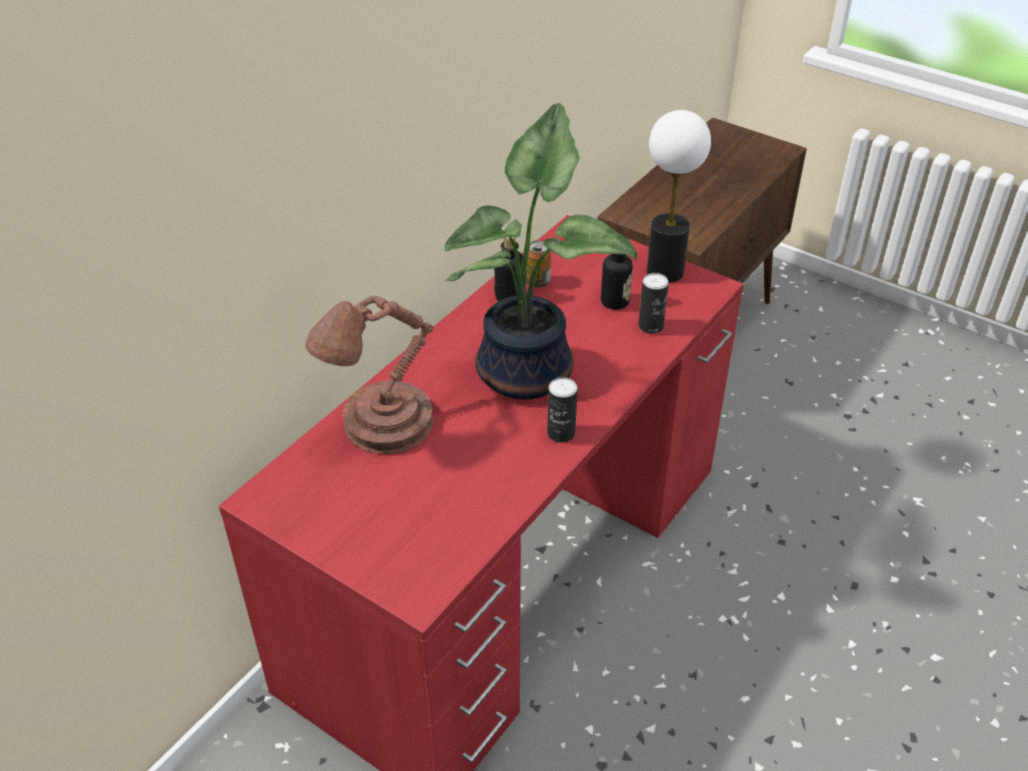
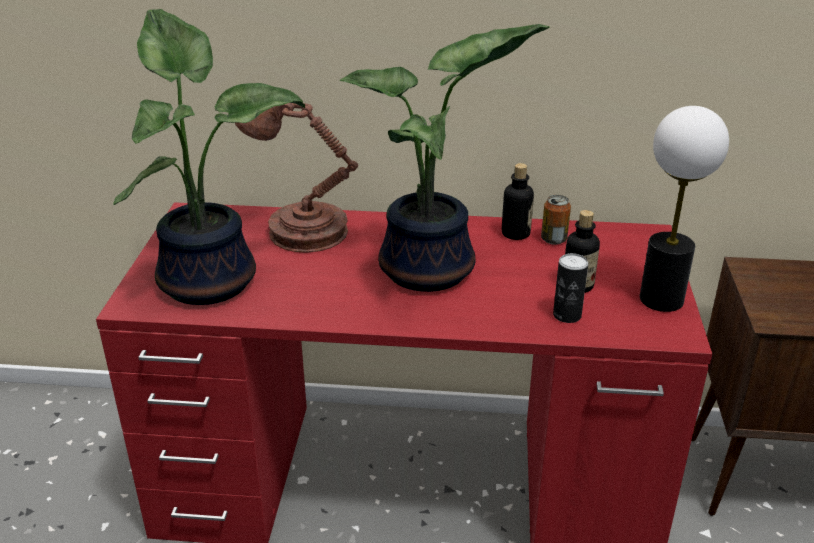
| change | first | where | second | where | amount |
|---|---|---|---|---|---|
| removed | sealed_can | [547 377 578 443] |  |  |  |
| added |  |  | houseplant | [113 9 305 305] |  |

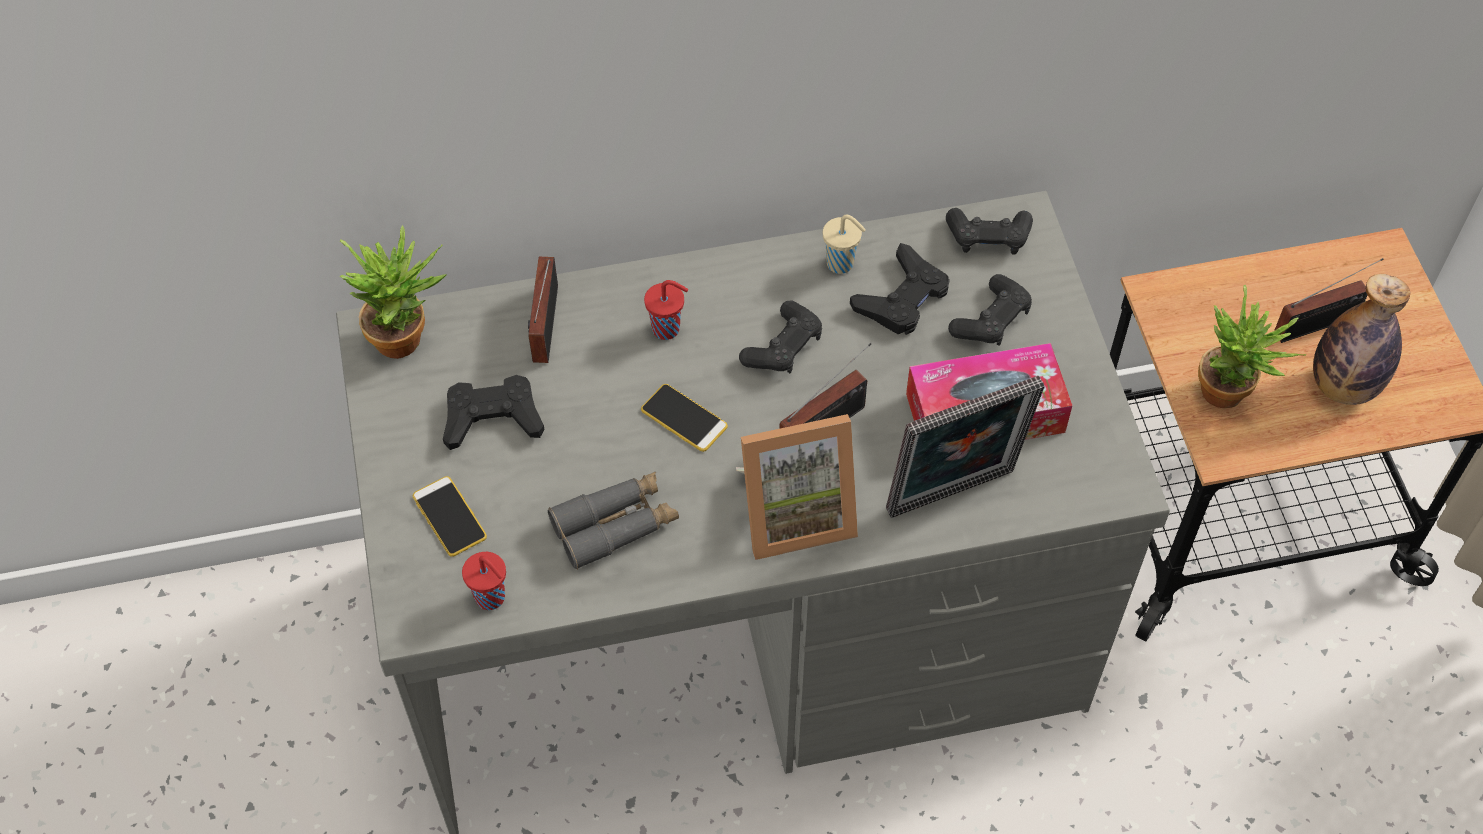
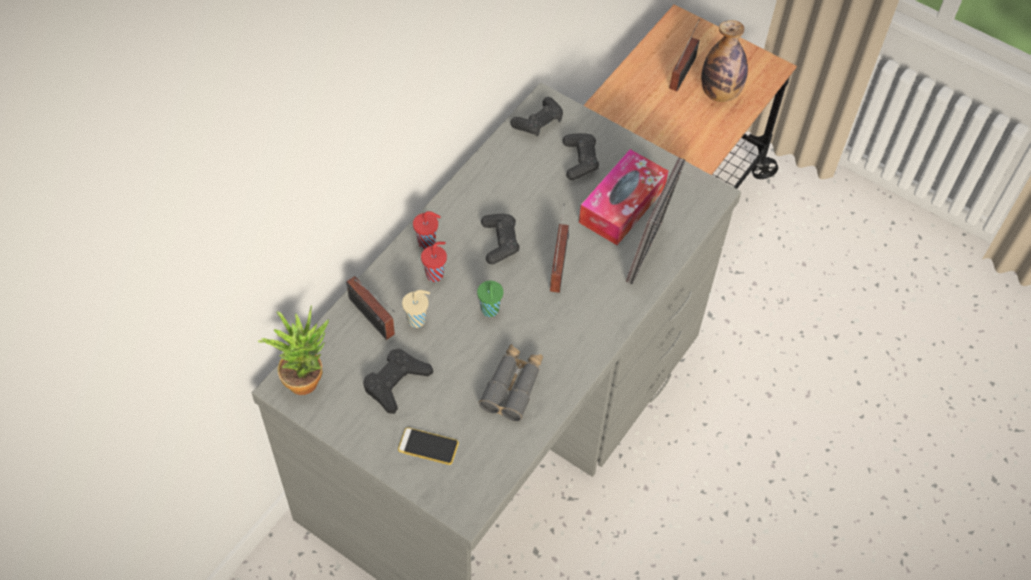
| change | first | where | second | where | amount |
|---|---|---|---|---|---|
| moved | beige_drinking_cup | [823 215 866 274] |  | [402 290 430 328] |  |
| removed | black-coloured_joypad | [850 243 950 335] |  |  |  |
| removed | houseplant | [1198 285 1306 408] |  |  |  |
| replaced | handset | [641 384 728 452] | green_drinking_cup | [477 281 504 317] |  |
| removed | standing_frame | [736 414 858 560] |  |  |  |
| moved | red_drinking_cup | [462 552 506 610] |  | [413 211 441 249] |  |

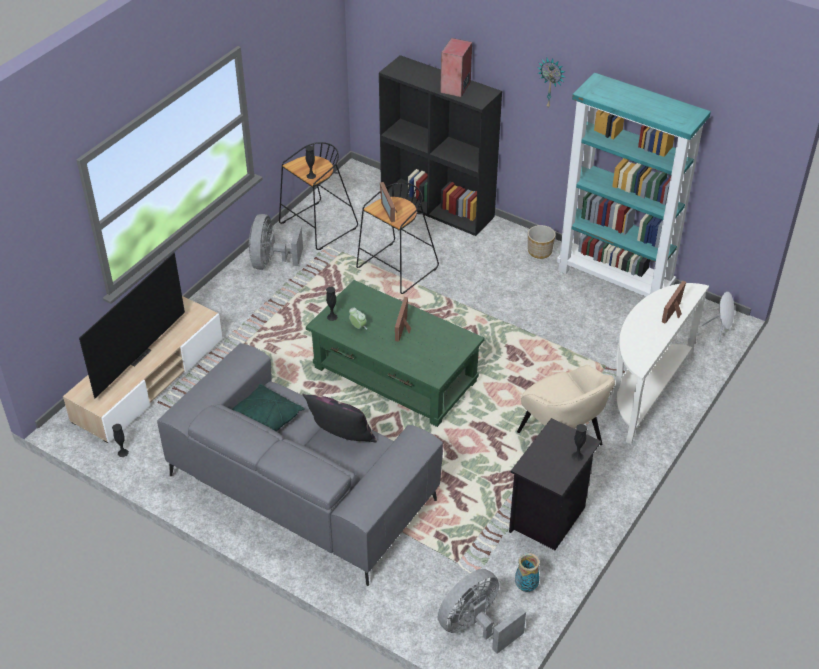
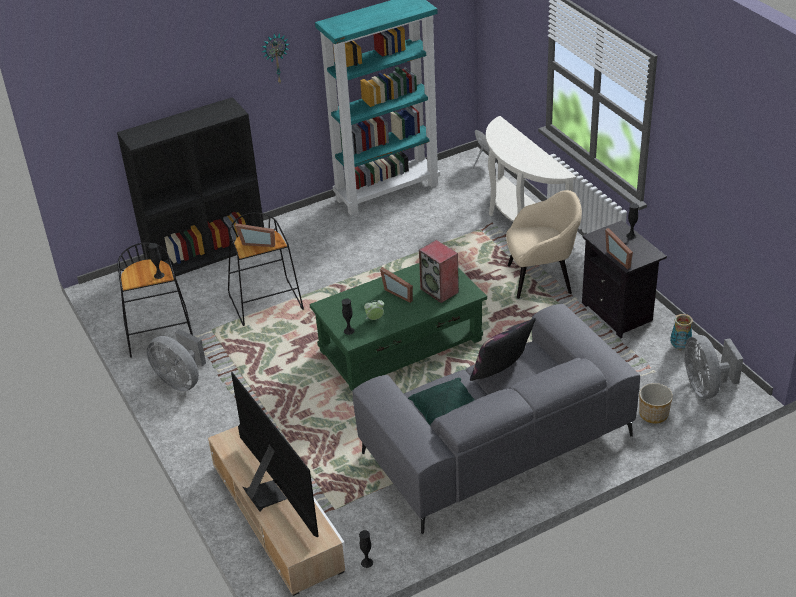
| change | first | where | second | where | amount |
|---|---|---|---|---|---|
| moved | speaker | [440 38 472 97] |  | [419 240 459 303] |  |
| moved | plant_pot | [528 225 555 259] |  | [639 383 673 423] |  |
| moved | standing_frame | [662 280 686 324] |  | [605 228 633 269] |  |

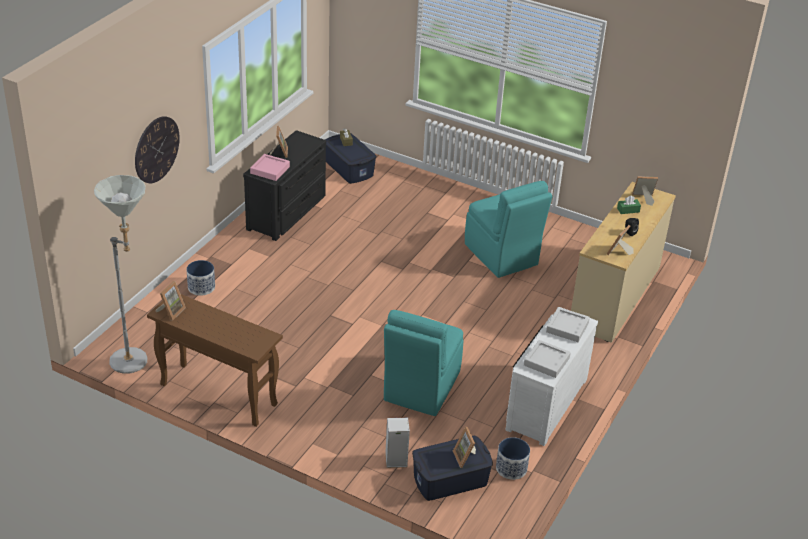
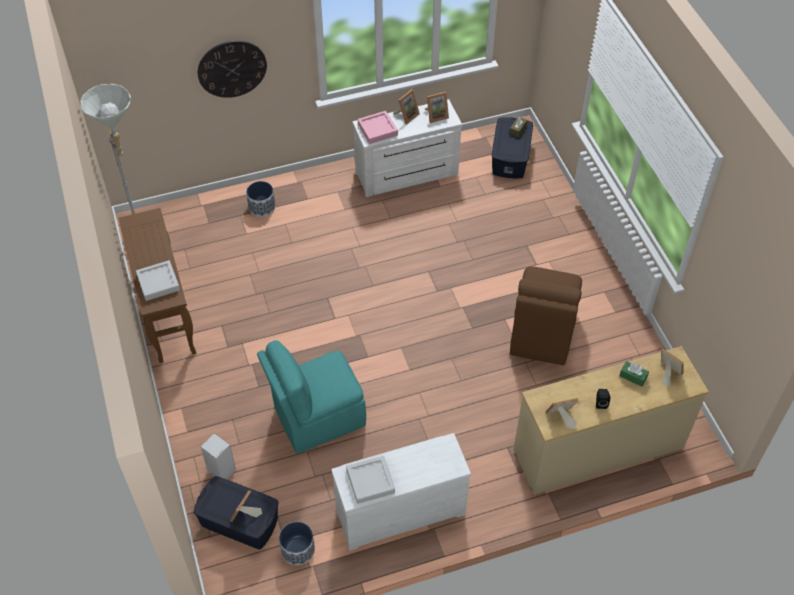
| change | first | where | second | where | amount |
|---|---|---|---|---|---|
| recoloured | black-coloured_drawer_chest | [243 130 326 241] | white_drawer_chest | [353 99 462 197] |  |
| recoloured | turquoise-coloured_plain_chair | [465 181 552 278] | brownish_plain_chair | [510 266 582 365] |  |
| moved | standing_frame | [156 281 186 321] |  | [425 92 449 123] |  |
| moved | greyish_tray | [546 307 590 342] |  | [136 260 180 301] |  |

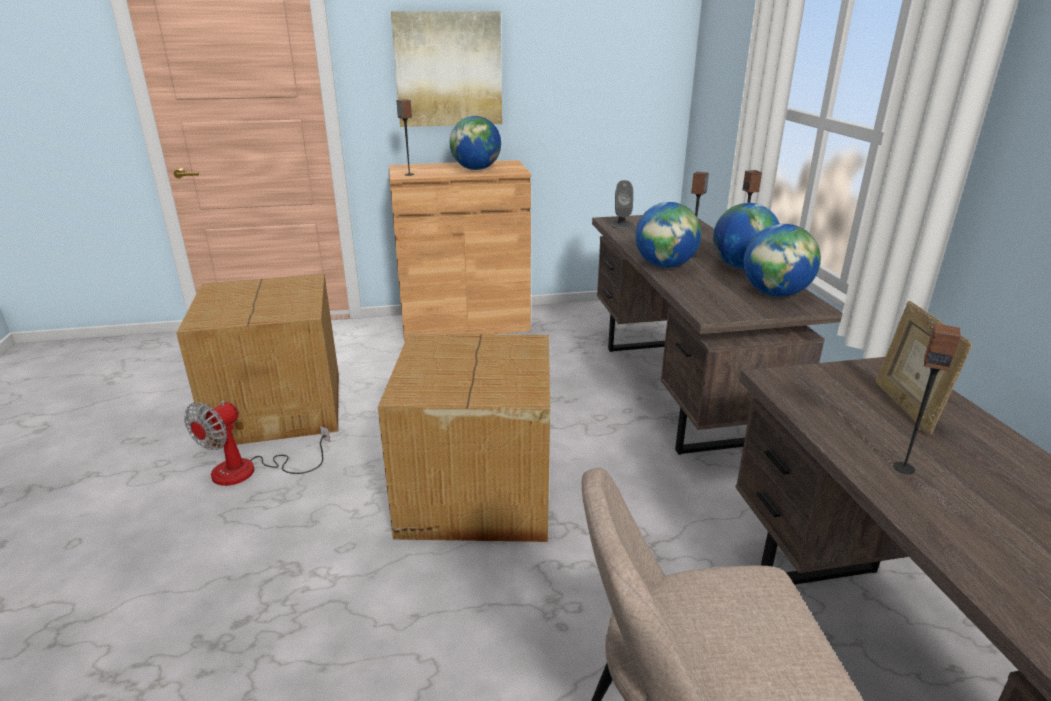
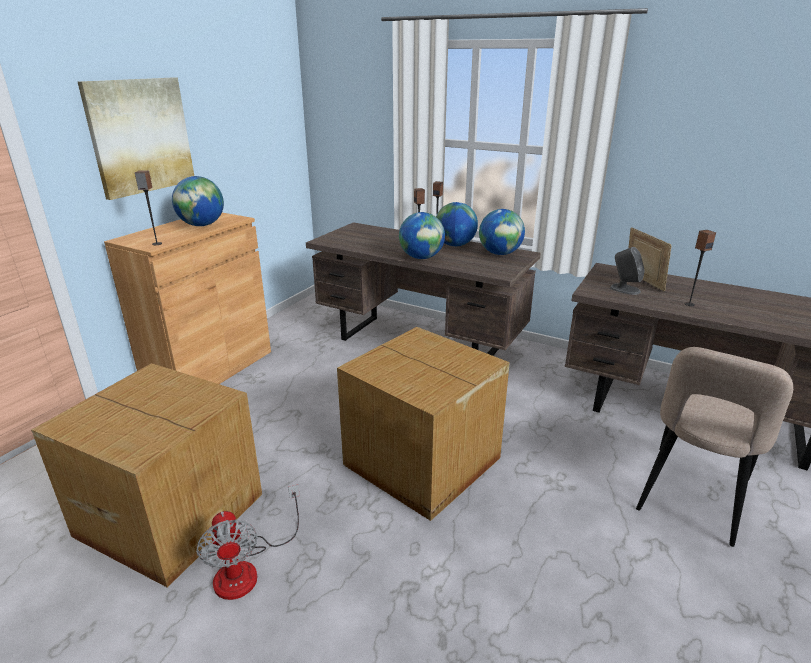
| change | first | where | second | where | amount |
|---|---|---|---|---|---|
| moved | greyish_speaker | [611 180 633 230] |  | [610 247 645 295] |  |
| turned | standing_frame | [876 301 972 434] |  | [629 227 672 291] | 150 degrees counterclockwise |

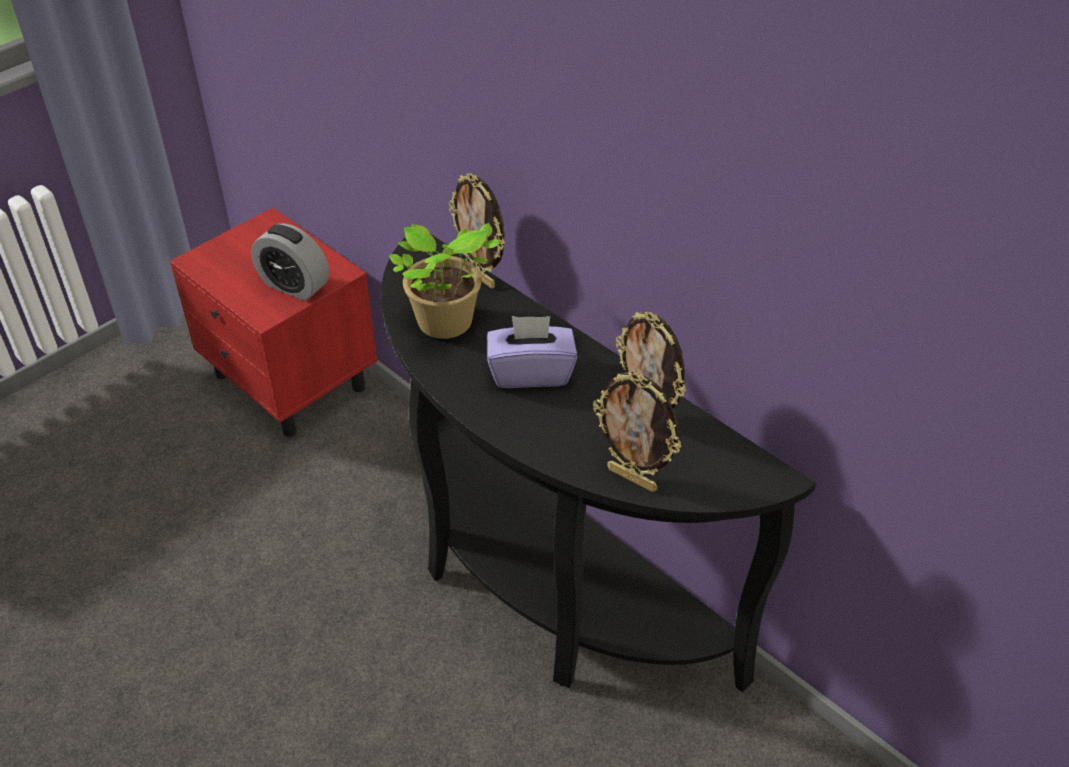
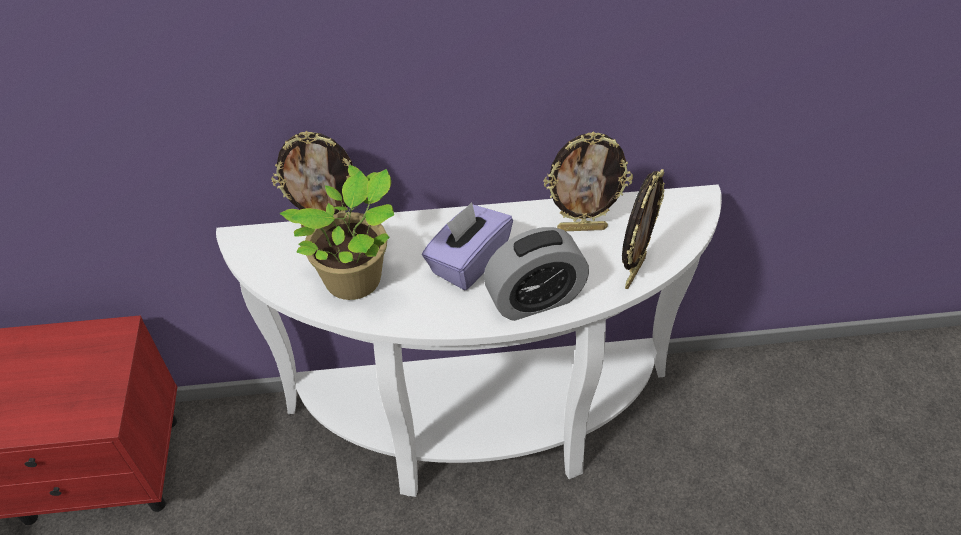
| change | first | where | second | where | amount |
|---|---|---|---|---|---|
| moved | bedside_clock | [251 223 329 301] |  | [484 227 589 321] |  |
| recoloured | black-coloured_hall_table | [381 234 816 692] | white_hall_table | [216 184 722 497] |  |
| turned | standing_frame | [593 372 681 492] |  | [622 169 665 289] | 45 degrees counterclockwise |

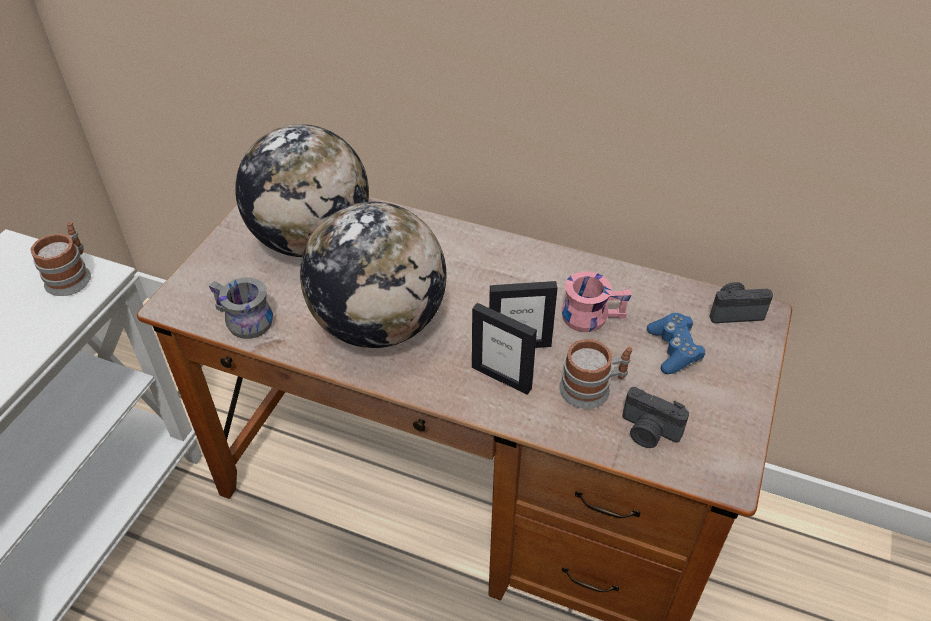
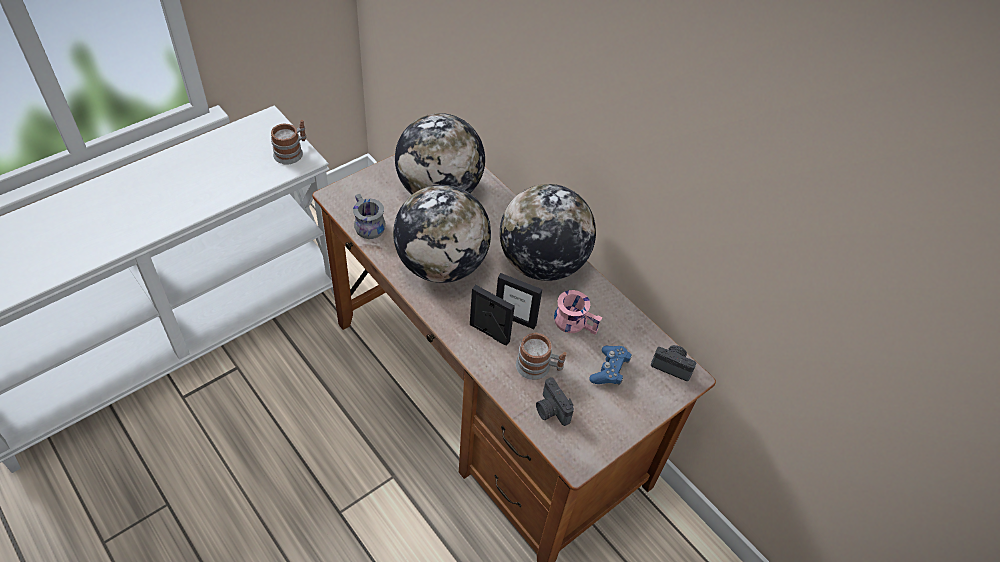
| change | first | where | second | where | amount |
|---|---|---|---|---|---|
| turned | standing_frame | [472 303 537 395] |  | [470 285 515 346] | 150 degrees clockwise |
| added |  |  | desk_globe | [500 184 596 281] |  |

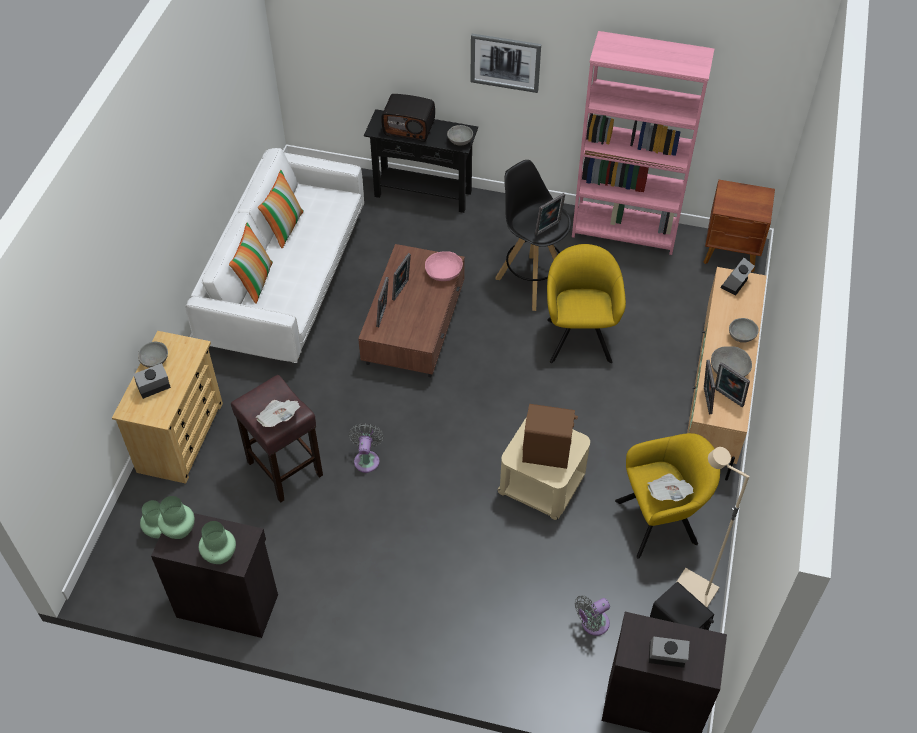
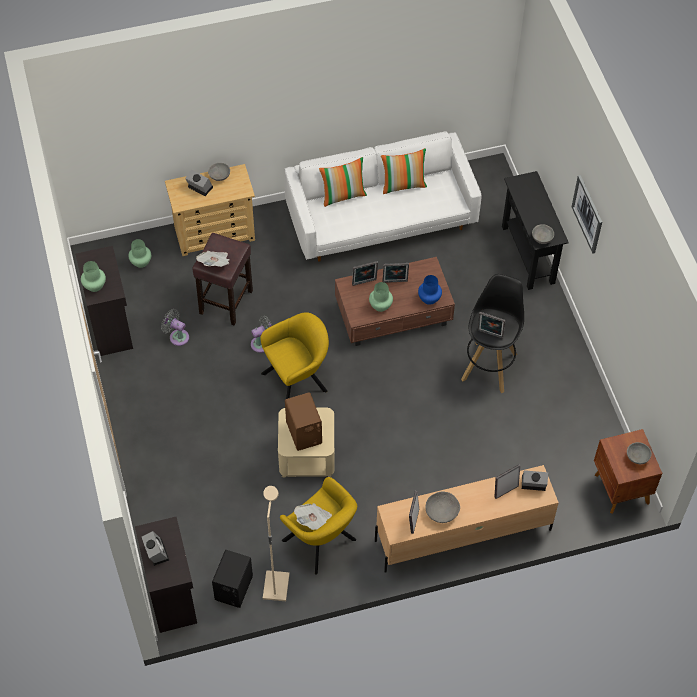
| change | first | where | second | where | amount |
|---|---|---|---|---|---|
| removed | pinkish_shelving_unit | [572 31 715 255] |  |  |  |
| removed | radio_set | [381 94 435 142] |  |  |  |
| moved | yellow_lounge_chair | [547 244 626 363] |  | [260 312 329 399] |  |
| replaced | pinkish_bowl | [425 251 463 281] | bluish_decorative_vase | [418 275 442 305] |  |
| moved | greyish_bowl | [729 318 759 343] |  | [627 442 652 464] |  |
| moved | standing_frame | [704 360 715 415] |  | [494 464 520 499] |  |
| moved | green_decorative_vase | [158 496 195 539] |  | [369 282 393 312] |  |
| moved | greyish_fan | [575 595 610 636] |  | [161 309 189 346] |  |

